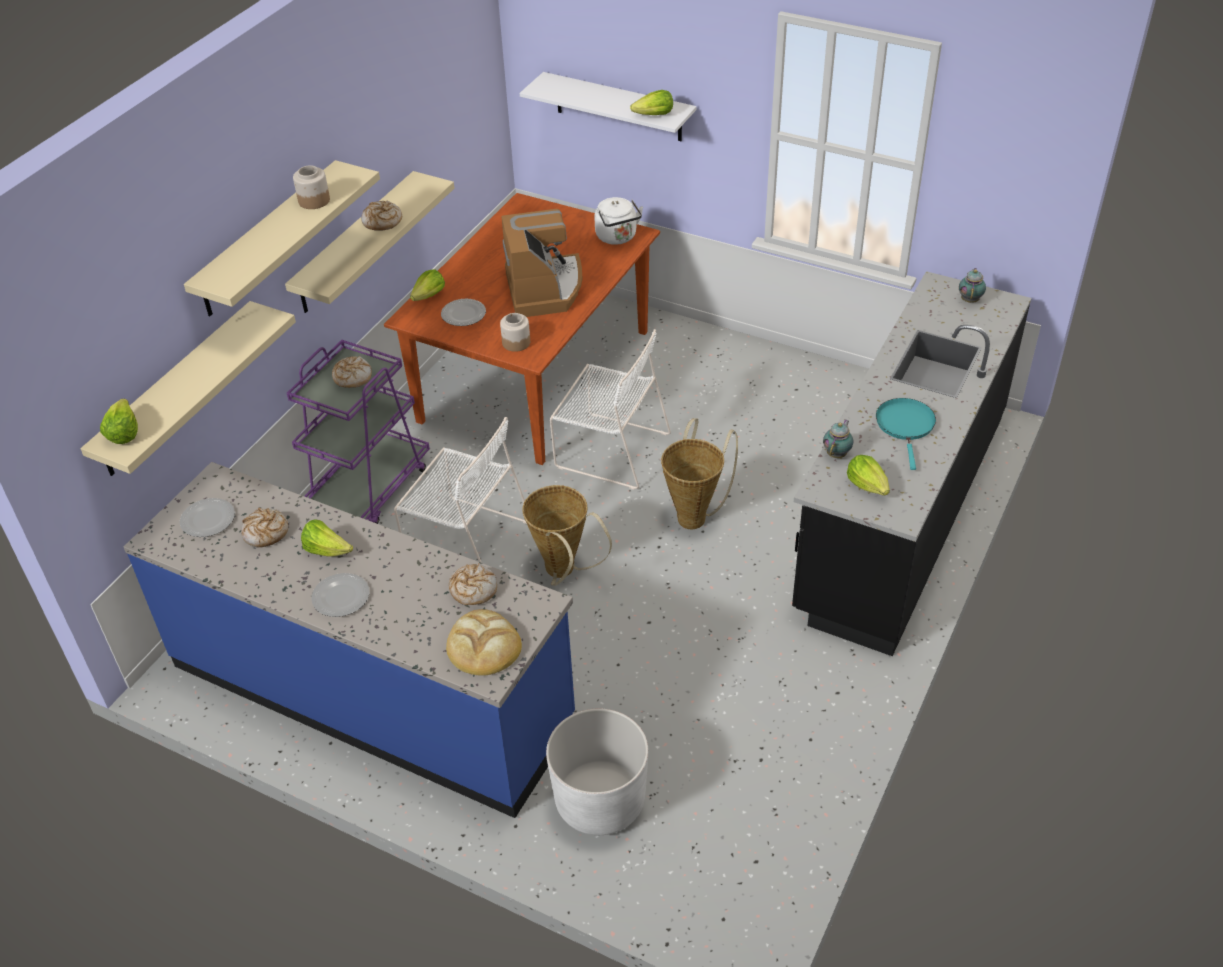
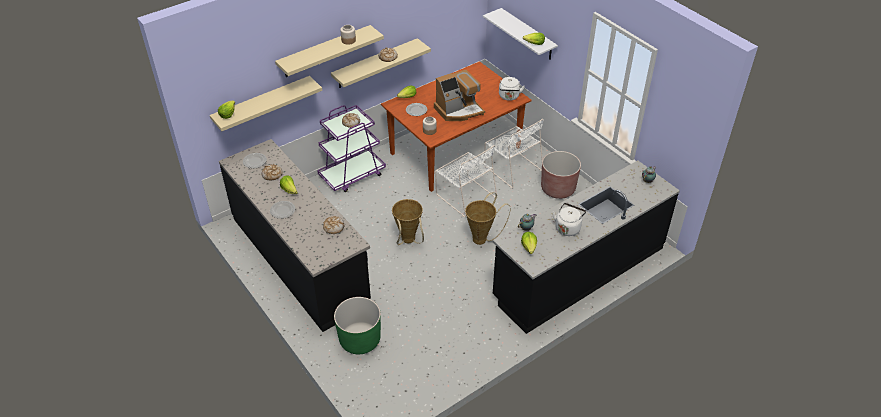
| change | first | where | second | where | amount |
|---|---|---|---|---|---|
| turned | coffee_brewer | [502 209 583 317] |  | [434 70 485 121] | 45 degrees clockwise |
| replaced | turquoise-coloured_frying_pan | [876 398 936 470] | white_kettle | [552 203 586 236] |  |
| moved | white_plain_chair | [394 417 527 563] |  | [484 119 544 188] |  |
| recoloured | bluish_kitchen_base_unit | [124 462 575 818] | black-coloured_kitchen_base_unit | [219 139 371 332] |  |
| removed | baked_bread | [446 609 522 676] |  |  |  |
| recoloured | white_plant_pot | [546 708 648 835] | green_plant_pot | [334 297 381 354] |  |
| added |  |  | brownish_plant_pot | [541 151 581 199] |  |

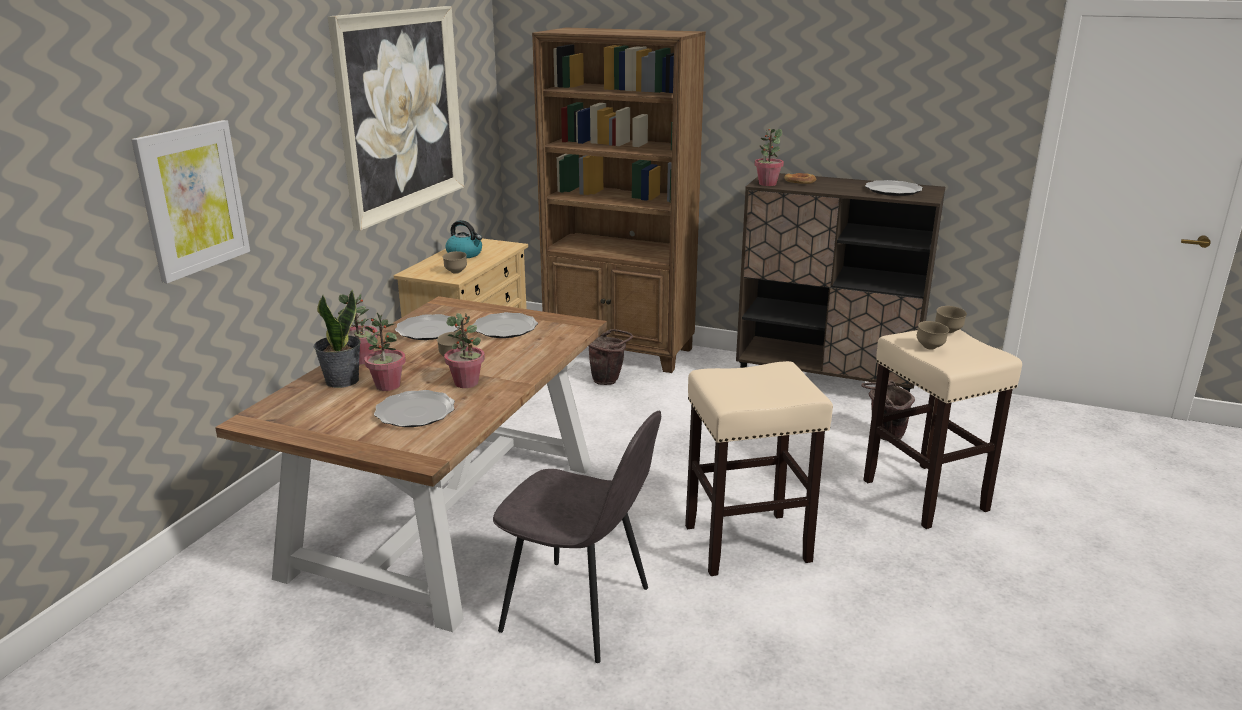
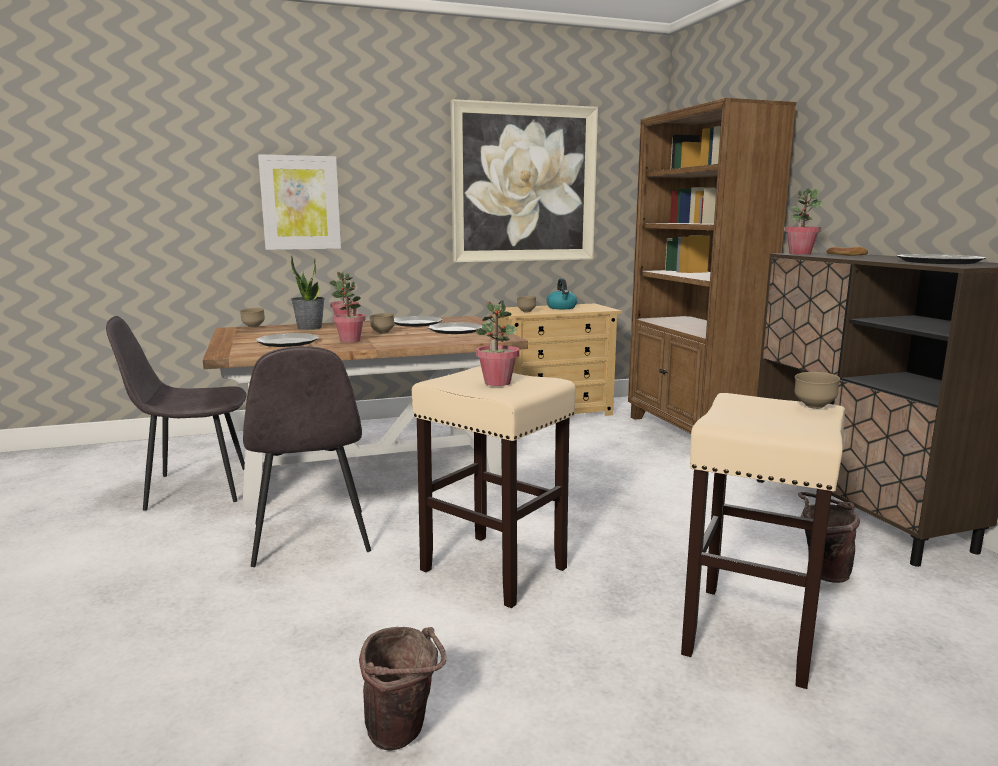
| change | first | where | second | where | amount |
|---|---|---|---|---|---|
| moved | houseplant | [364 313 406 391] |  | [476 300 519 386] |  |
| moved | brownish_bowl | [917 321 949 350] |  | [240 308 265 328] |  |
| moved | brownish_pail | [589 329 633 385] |  | [359 627 446 750] |  |
| added |  |  | greyish_plain_chair | [106 316 247 511] |  |

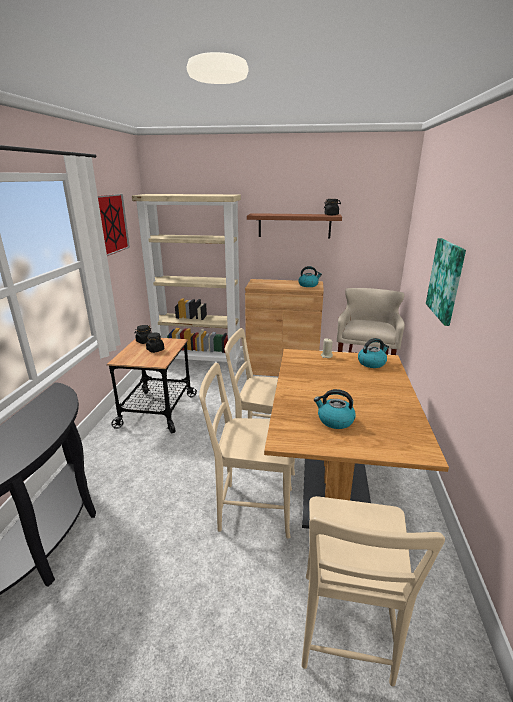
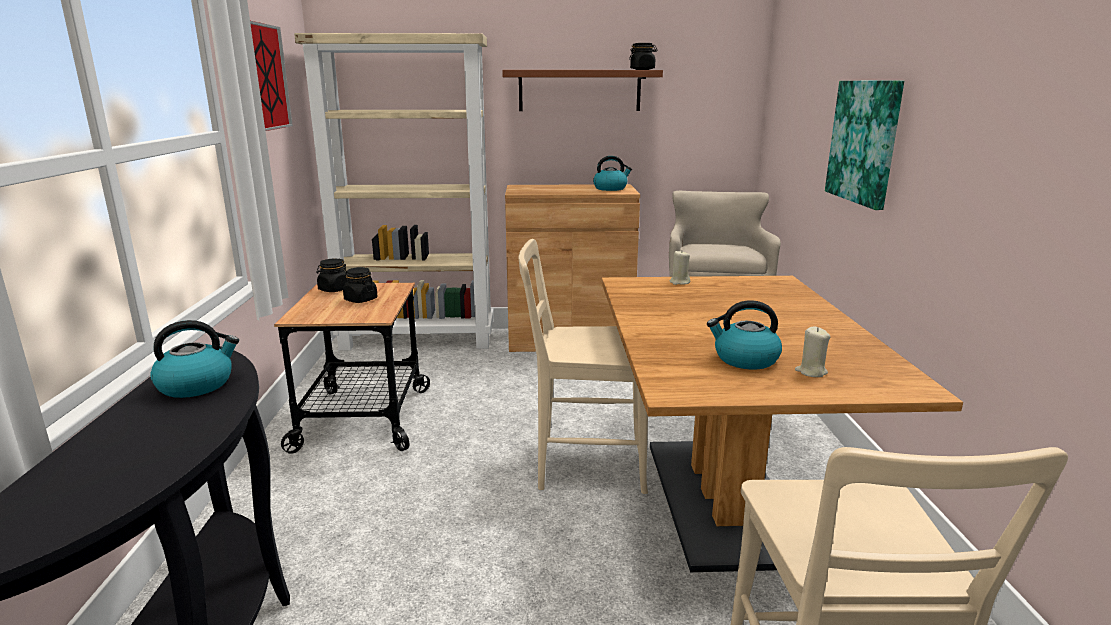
| change | first | where | second | where | amount |
|---|---|---|---|---|---|
| moved | kettle | [358 338 389 368] |  | [150 320 239 398] |  |
| removed | beige_plain_chair | [199 363 295 539] |  |  |  |
| added |  |  | beige_candle | [795 327 830 377] |  |

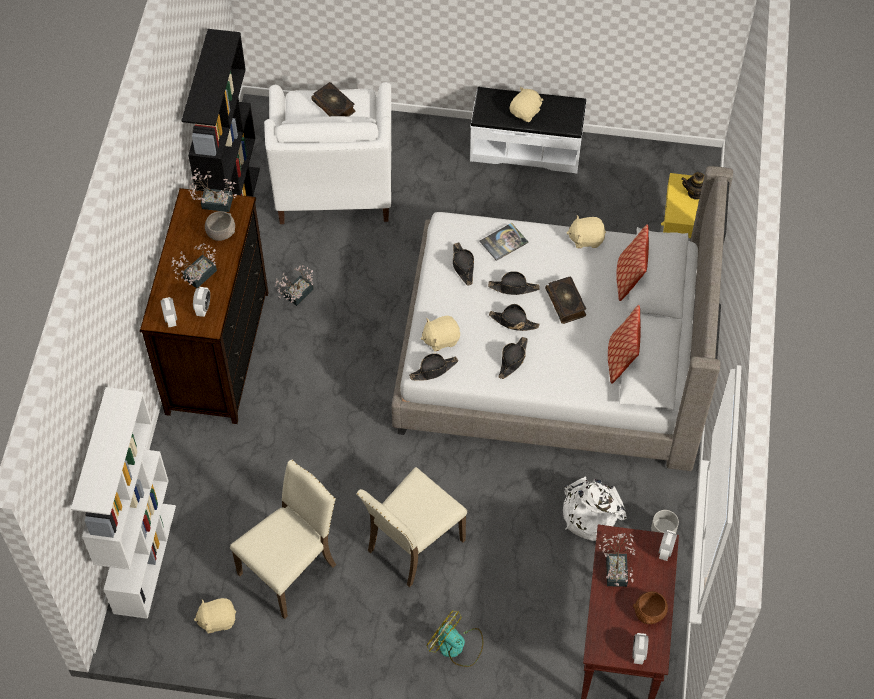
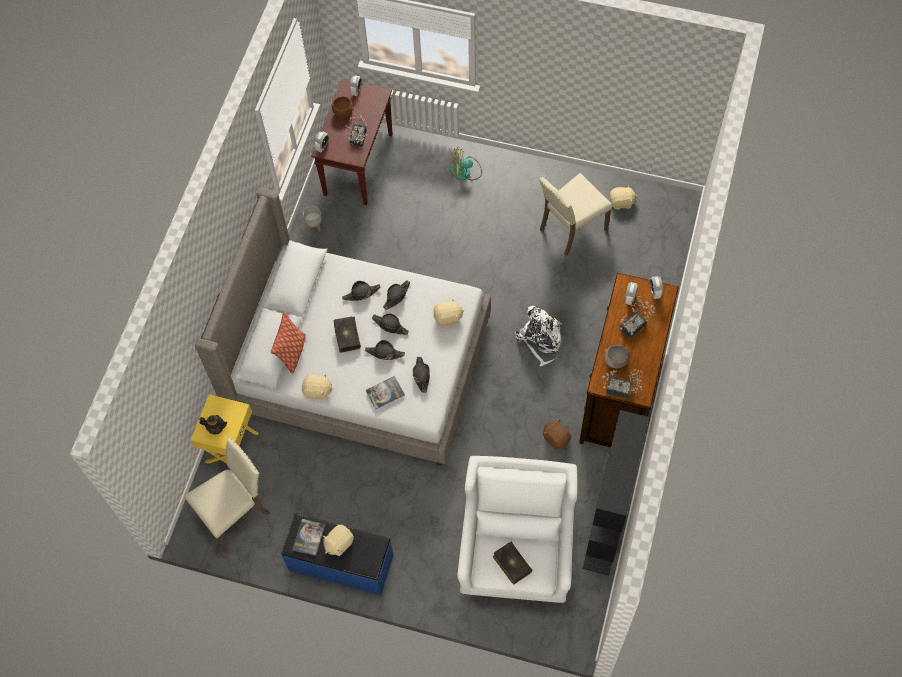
| change | first | where | second | where | amount |
|---|---|---|---|---|---|
| recoloured | white_bench | [470 87 586 174] | bluish_bench | [281 513 394 595] |  |
| replaced | houseplant | [275 265 314 306] | brownish_cuddly_toy | [543 419 571 449] |  |
| removed | cushion | [608 305 641 384] |  |  |  |
| moved | black-coloured_clothing_hat | [409 353 458 381] |  | [342 281 380 301] |  |
| removed | white_shelving_unit | [71 387 176 619] |  |  |  |
| moved | beige_plain_chair | [356 467 467 587] |  | [184 438 270 552] |  |
| moved | white_rucksack | [563 477 627 541] |  | [515 306 561 367] |  |
| turned | fan | [427 610 483 667] |  | [449 147 482 181] | 135 degrees clockwise |
| added |  |  | volume | [293 519 325 556] |  |

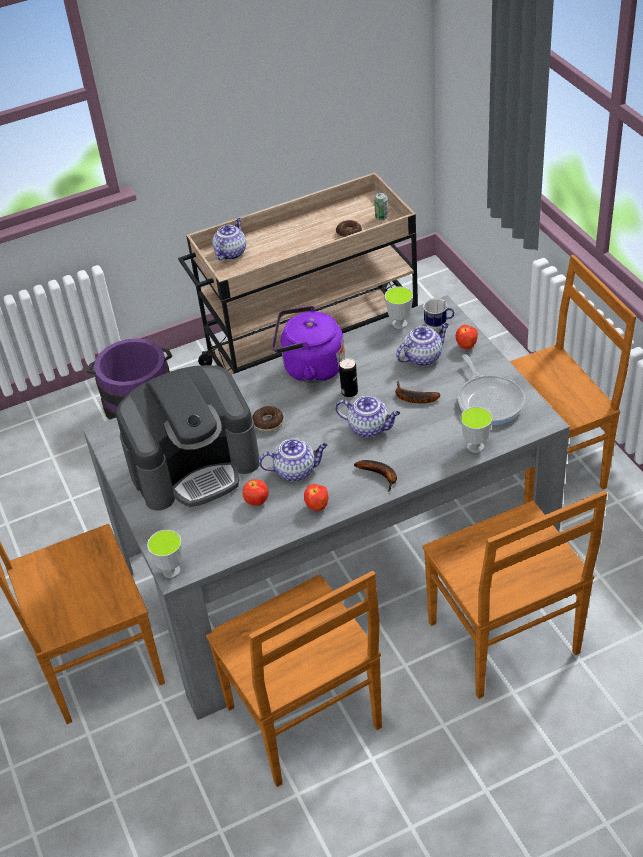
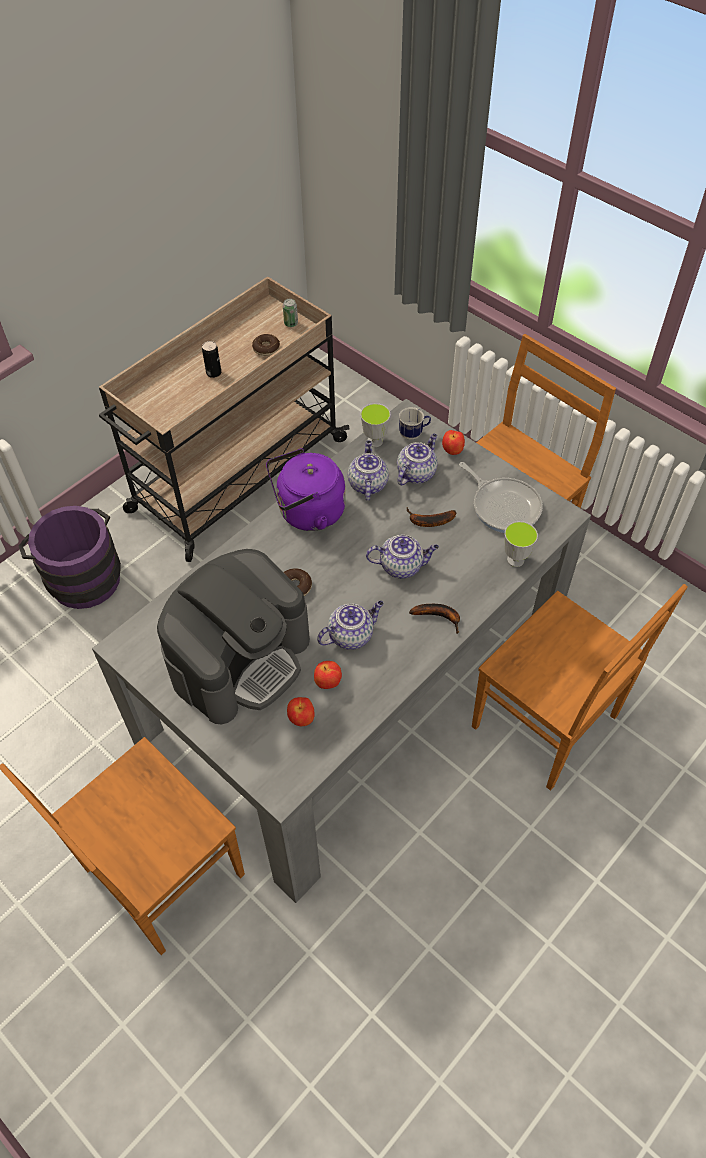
| change | first | where | second | where | amount |
|---|---|---|---|---|---|
| moved | teapot | [212 218 246 260] |  | [348 441 389 501] |  |
| moved | sealed_can | [339 358 358 397] |  | [202 341 221 378] |  |
| moved | apple_fruit | [304 484 329 511] |  | [287 697 315 726] |  |
| removed | drinking_cup | [147 530 182 578] |  |  |  |
| removed | brownish_plain_chair | [206 571 382 787] |  |  |  |

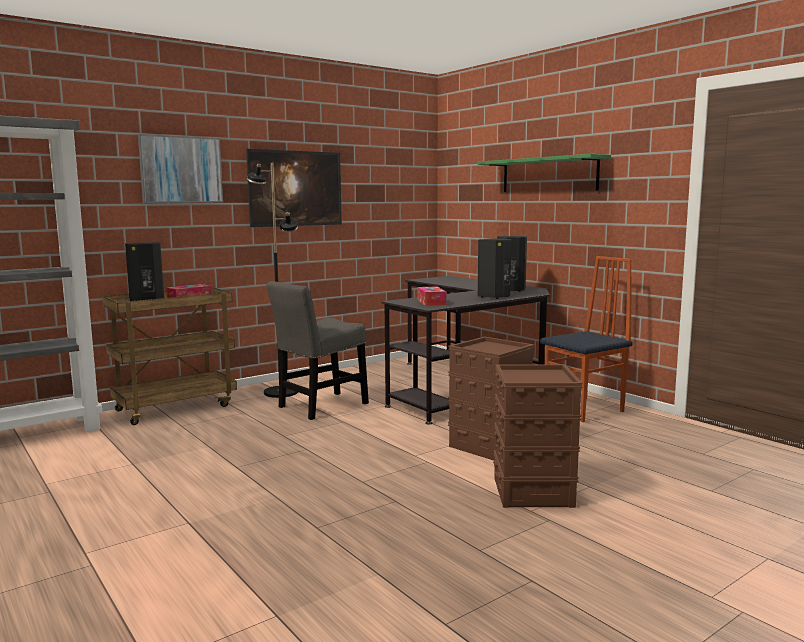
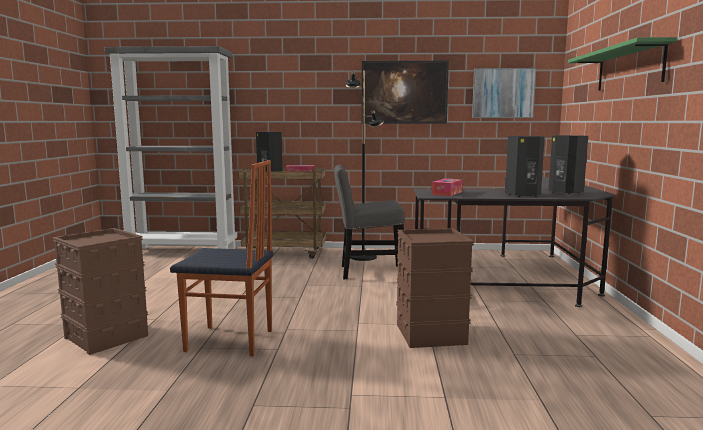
| change | first | where | second | where | amount |
|---|---|---|---|---|---|
| moved | wall_picture | [138 134 223 203] |  | [472 68 536 118] |  |
| moved | plain_chair | [540 256 633 422] |  | [170 160 273 356] |  |
| moved | brownish_storage_container | [493 364 583 508] |  | [52 228 148 355] |  |

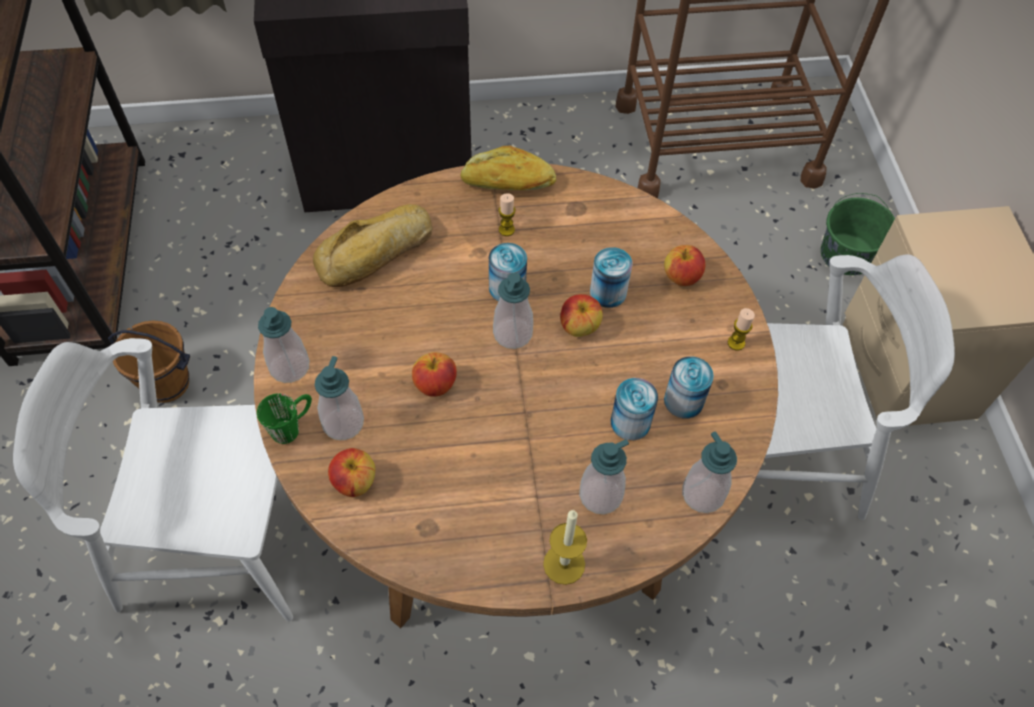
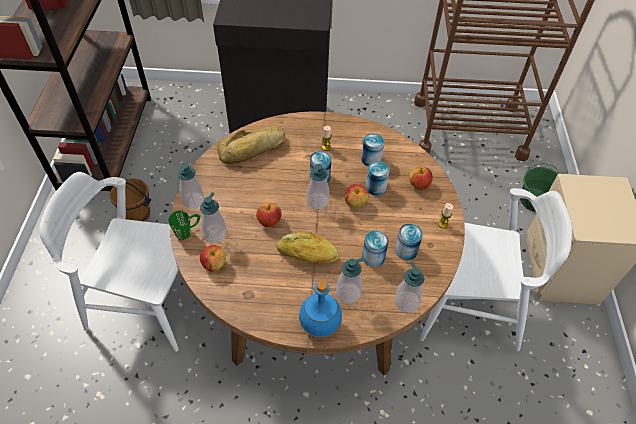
| change | first | where | second | where | amount |
|---|---|---|---|---|---|
| moved | baked_bread | [461 145 556 190] |  | [276 231 339 263] |  |
| replaced | candle | [543 510 587 585] | bluish_drink_bottle | [299 281 342 338] |  |
| added |  |  | sealed_can | [361 133 384 166] |  |

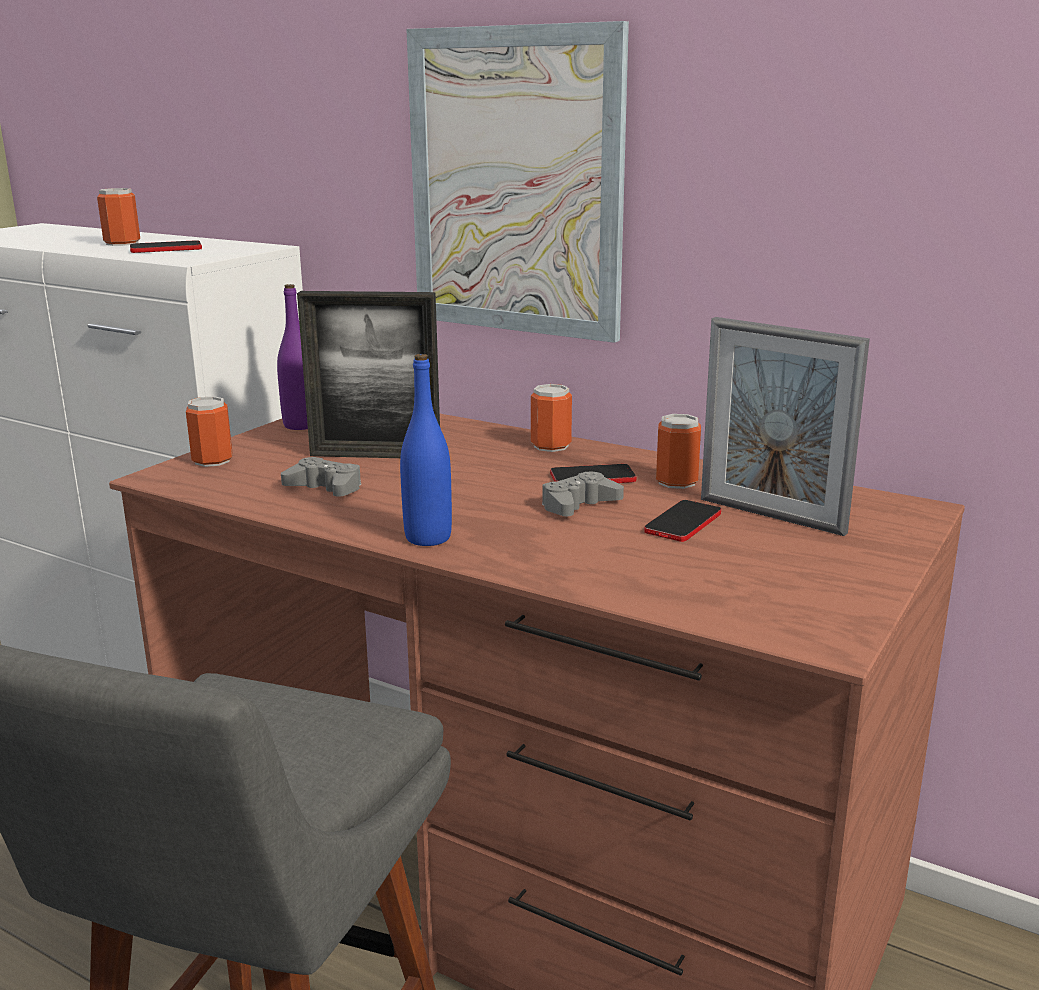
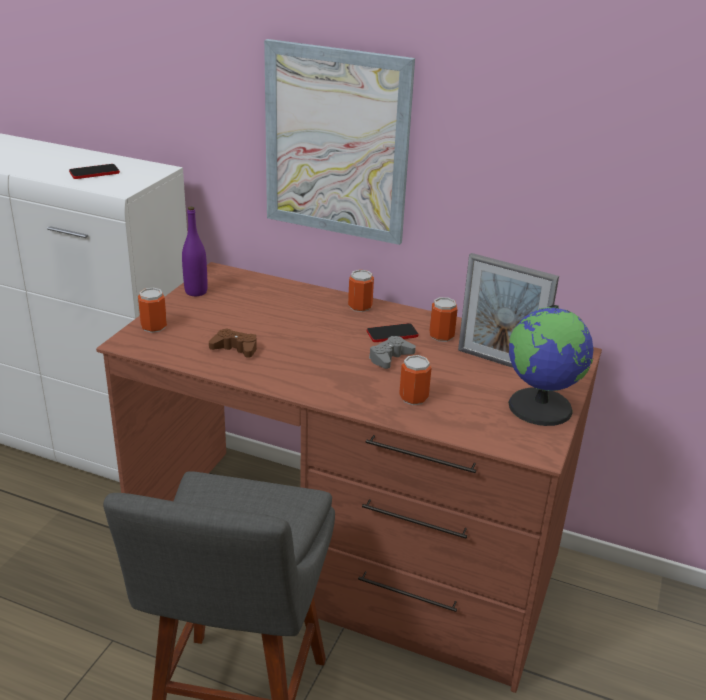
| change | first | where | second | where | amount |
|---|---|---|---|---|---|
| moved | sealed_can | [97 188 140 246] |  | [399 355 432 405] |  |
| removed | standing_frame | [297 291 440 458] |  |  |  |
| removed | bluish_drink_bottle | [400 354 452 546] |  |  |  |
| recoloured | greyish_joypad | [281 457 361 497] | brownish_joypad | [209 328 257 358] |  |
| removed | handset | [644 500 721 542] |  |  |  |
| added |  |  | desk_globe | [508 305 593 426] |  |

